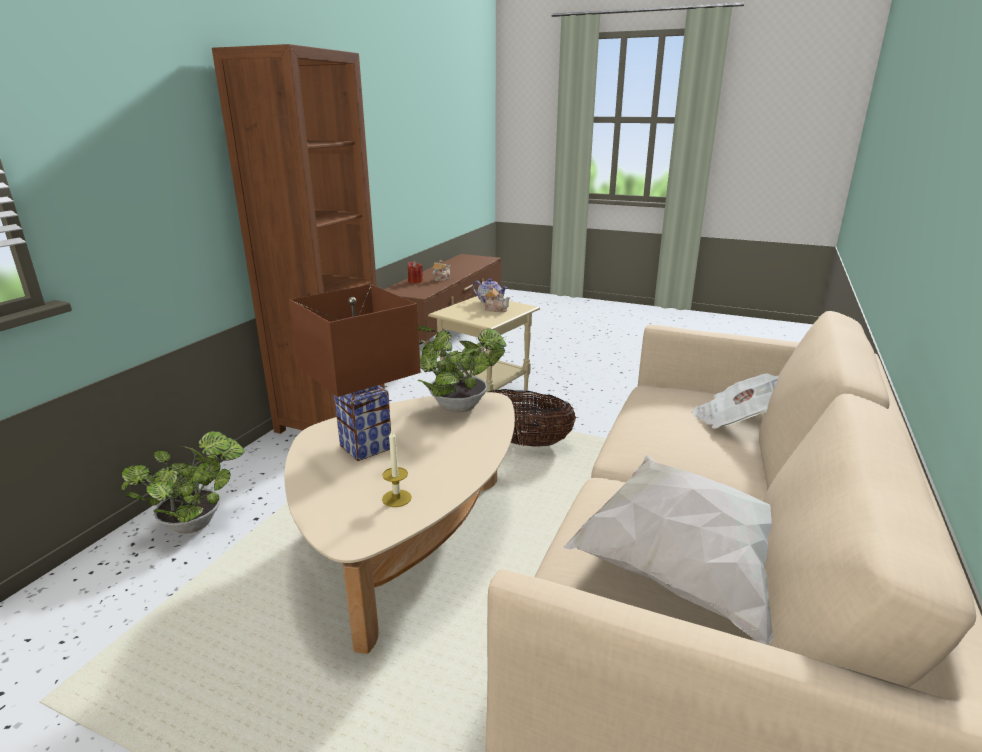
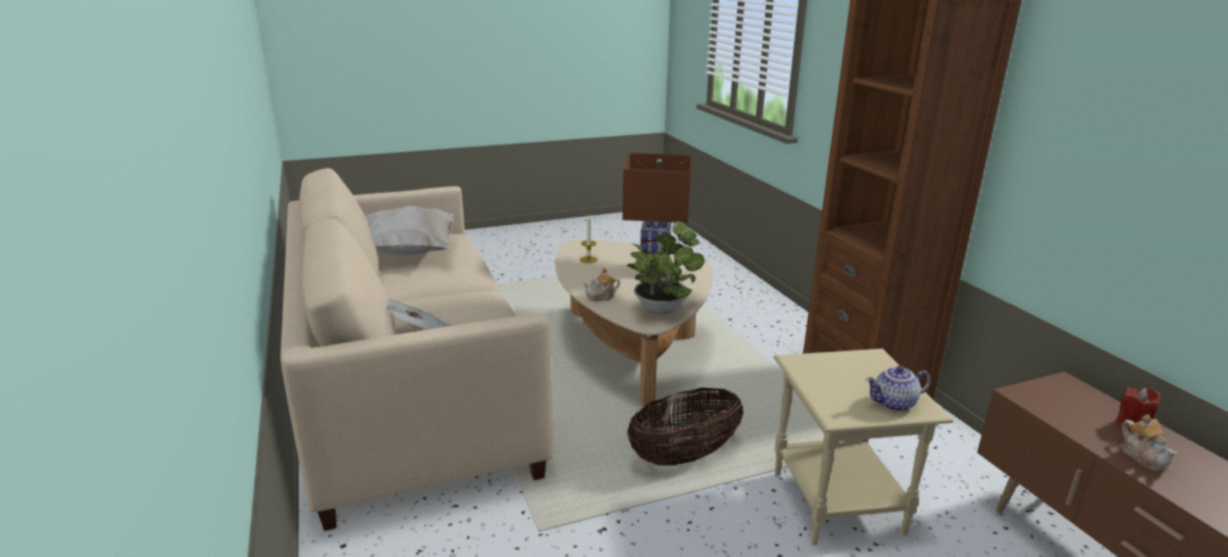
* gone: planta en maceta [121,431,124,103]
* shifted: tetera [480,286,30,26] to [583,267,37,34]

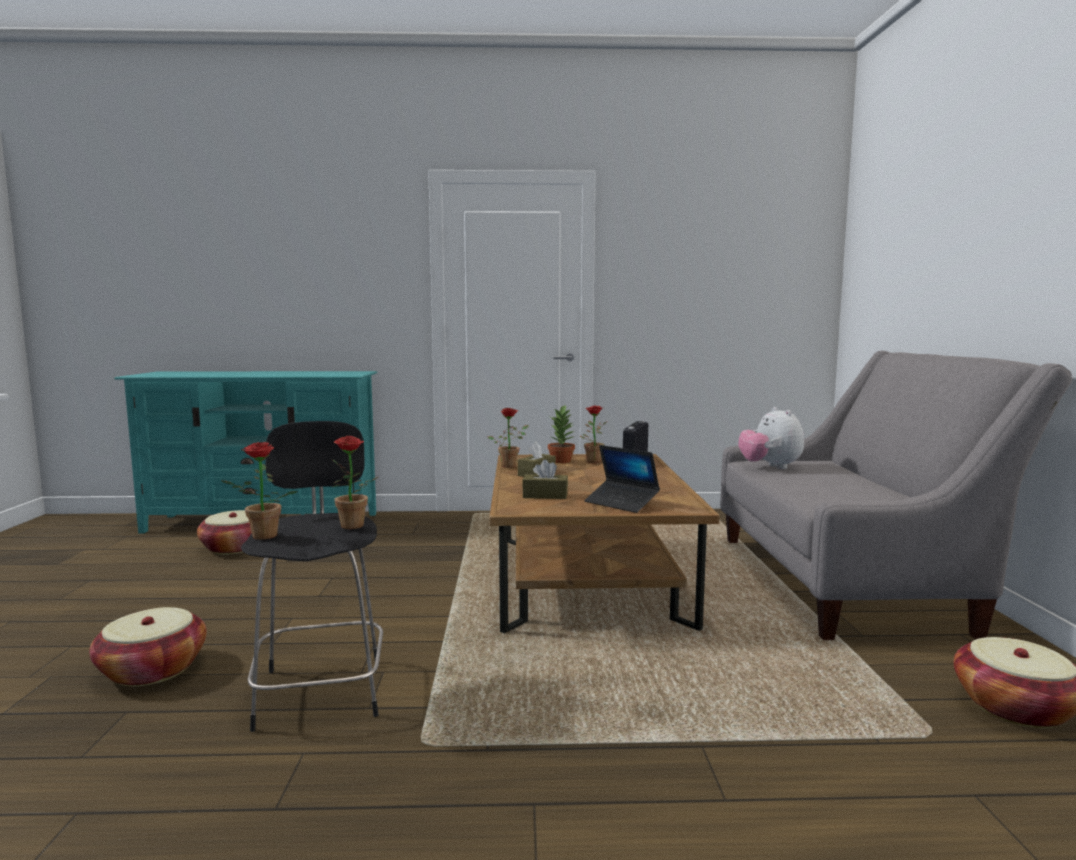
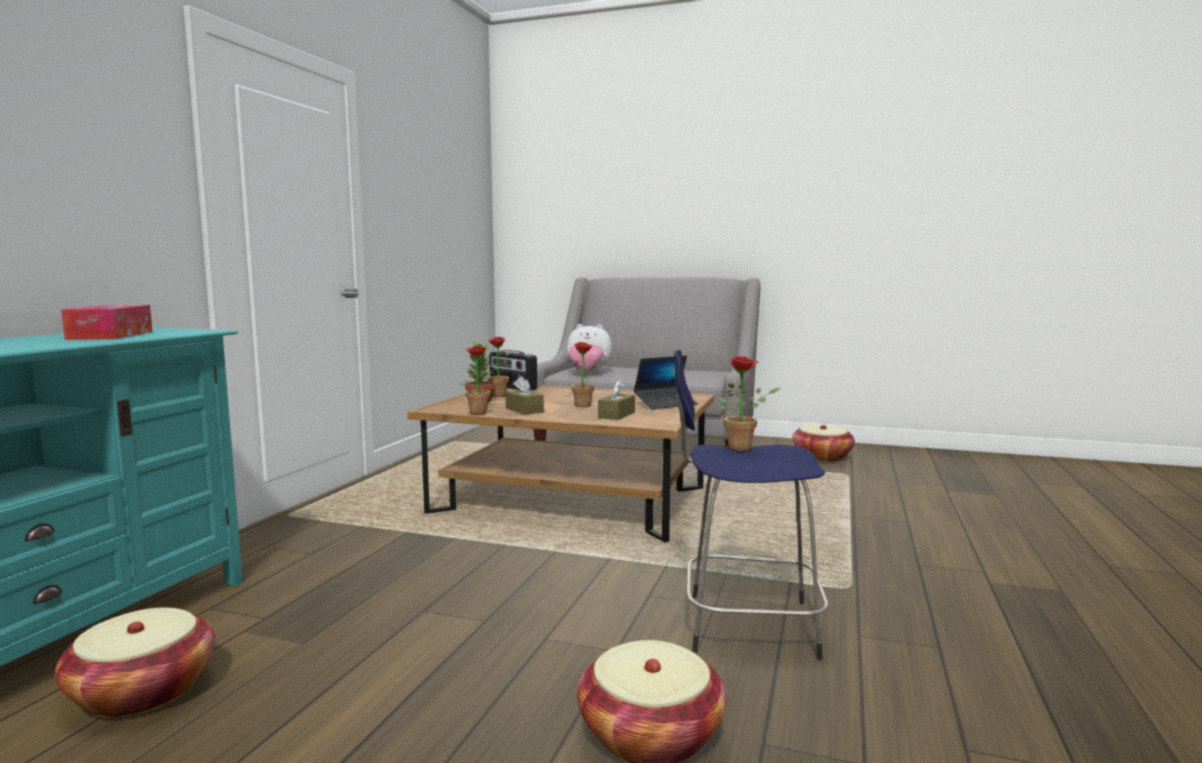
* shifted: planta en maceta [222,442,75,98] to [569,342,27,65]
* repainted: taburete/negro [241,421,142,311] to taburete/azul [674,350,155,311]
* new: caja de pañuelos [61,305,91,35]

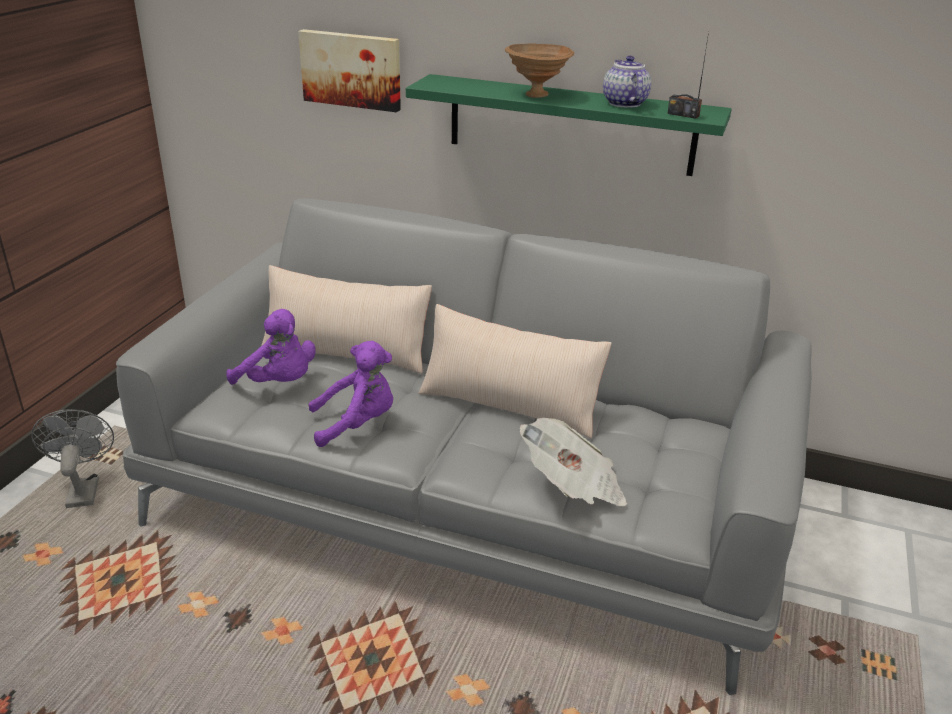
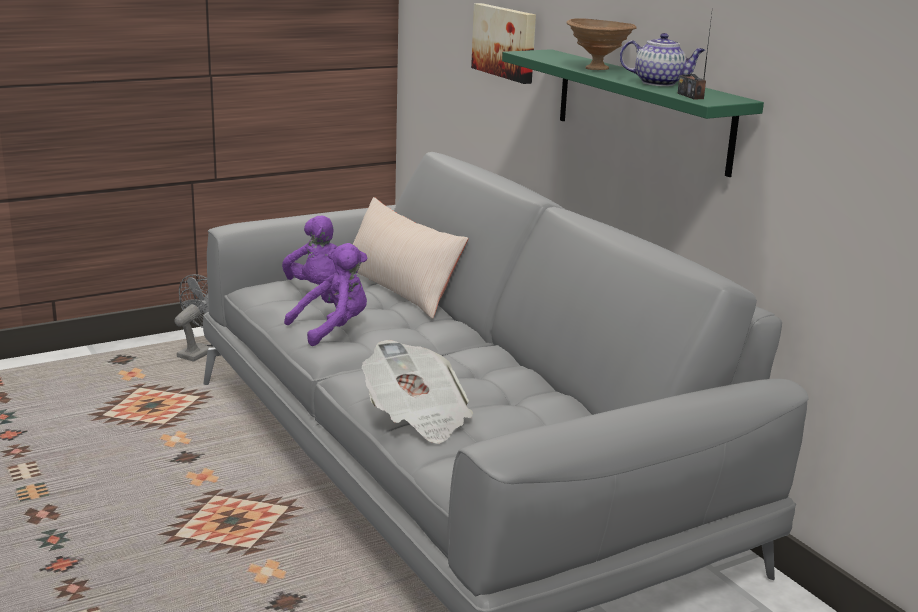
* rotated: peluche/morado [308,341,85,106] = [284,243,83,103] 60 degrees counterclockwise
* gone: cojín/beis [419,304,193,134]
* rotated: tetera [603,56,48,52] = [620,33,85,53] 75 degrees clockwise

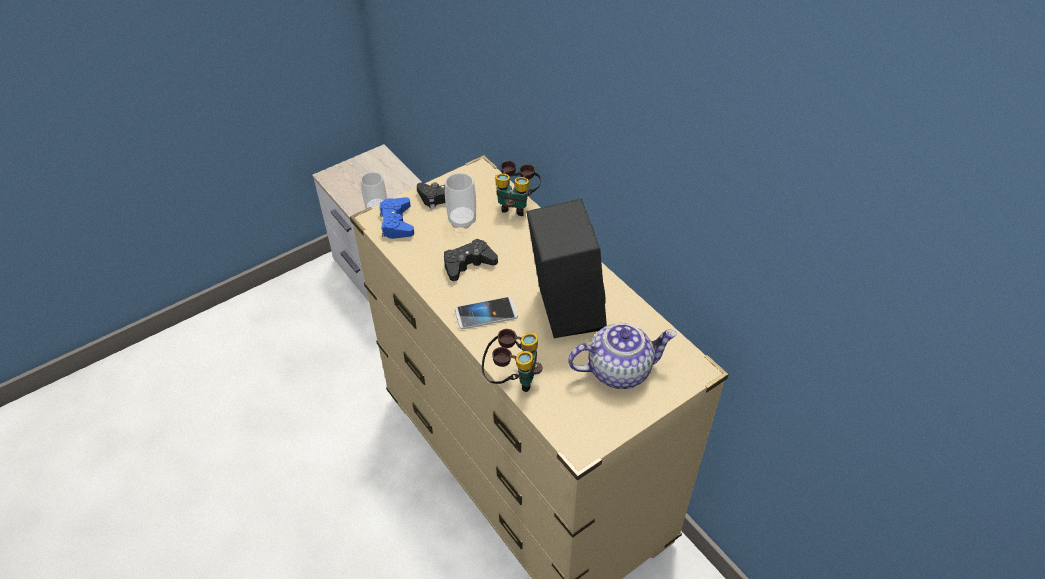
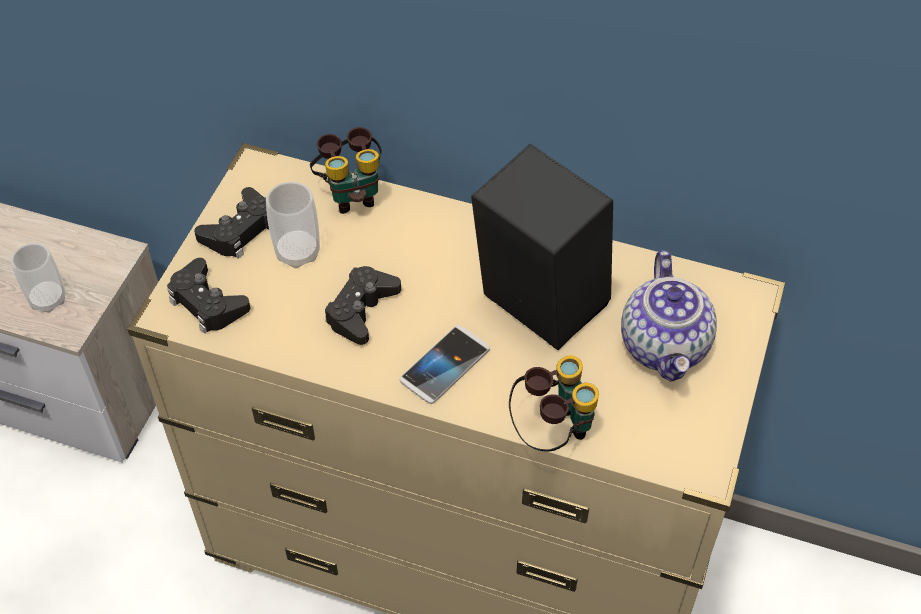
* repainted: mando de consola/azul [379,197,35,42] to mando de consola/negro [167,258,83,76]
* rotated: tetera [568,323,109,66] = [621,251,96,131] 135 degrees clockwise

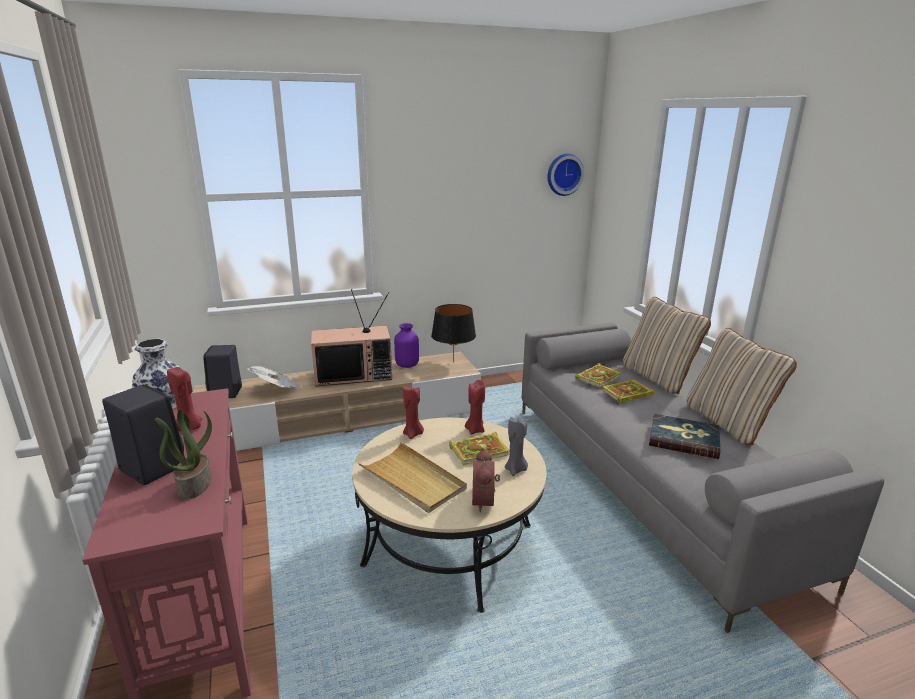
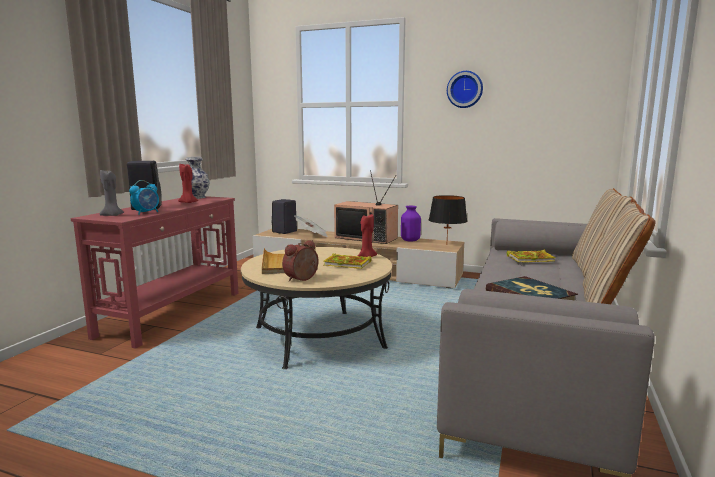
* swapped: planta en maceta [155,409,57,91] to despertador [129,180,30,35]
* gone: vela/rojo [403,386,21,53]
* shifted: vela/gris [505,417,23,59] to [100,168,24,48]
* shifted: reloj de pared [547,153,37,43] to [447,71,36,37]
* gone: libro [602,380,53,23]

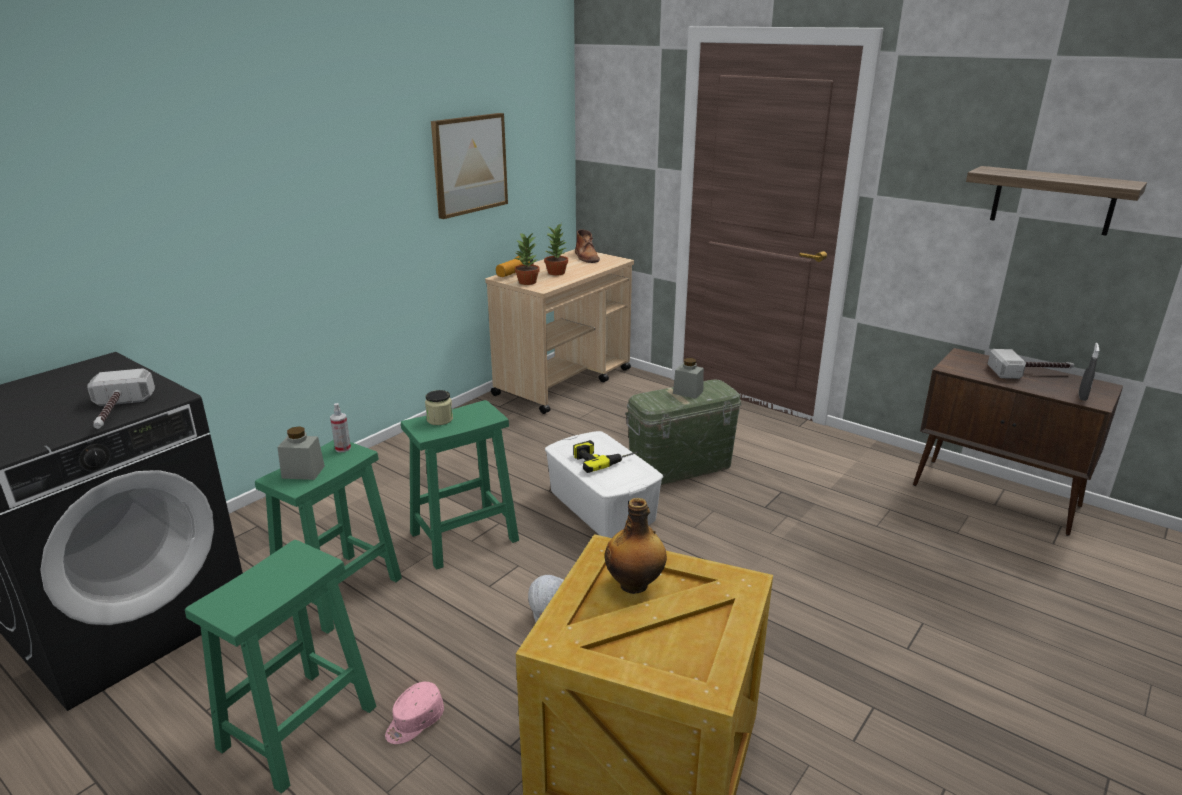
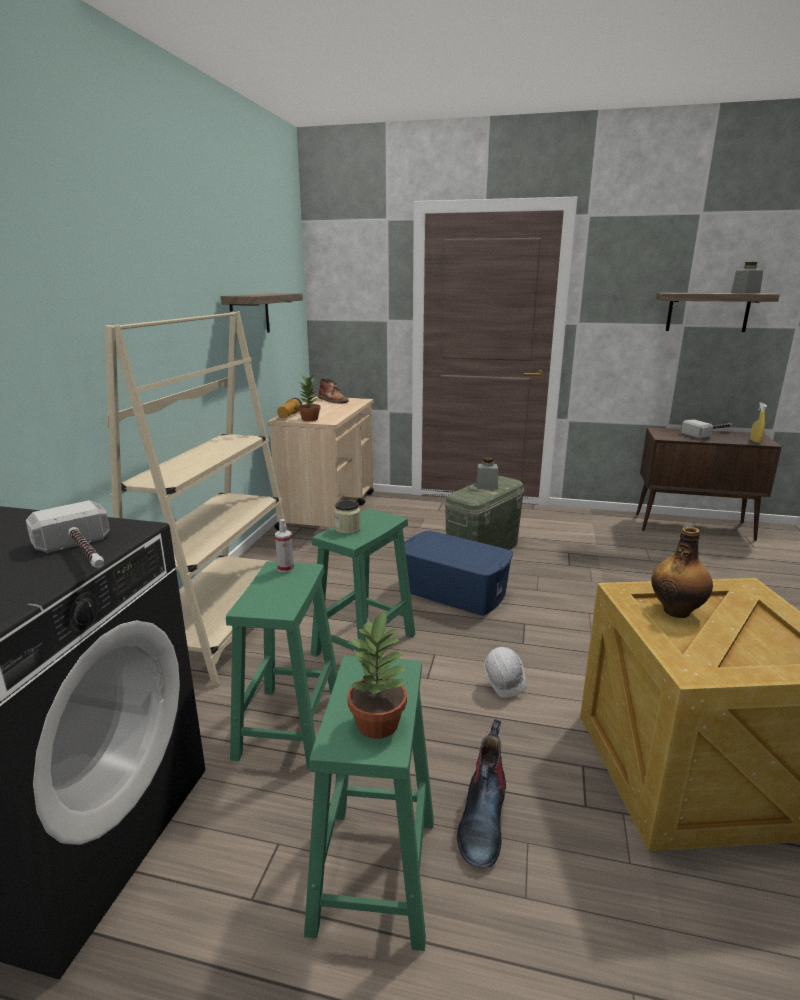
* shifted: tarro/gris [277,426,48,54] to [731,262,32,32]
* swapped: gorra/rosa [385,682,59,62] to bota [457,719,49,149]
* swapped: cuadro [431,113,77,106] to estante [221,293,82,40]
* shifted: planta en maceta [544,223,24,53] to [347,610,61,129]
* repainted: caja de almacenaje/blanco [545,431,118,107] to caja de almacenaje/azul [404,531,109,85]
* gone: taladro [573,440,65,33]
* repainted: pulverizador/gris [1079,343,20,58] to pulverizador/amarillo [750,403,17,40]
* new: estantería/beis [104,311,190,375]

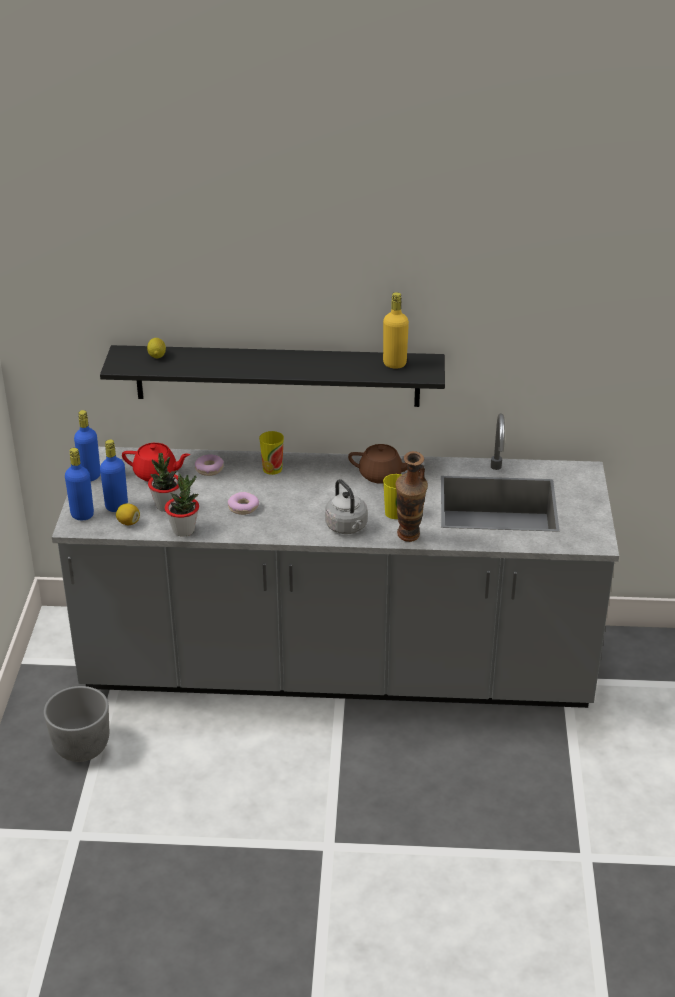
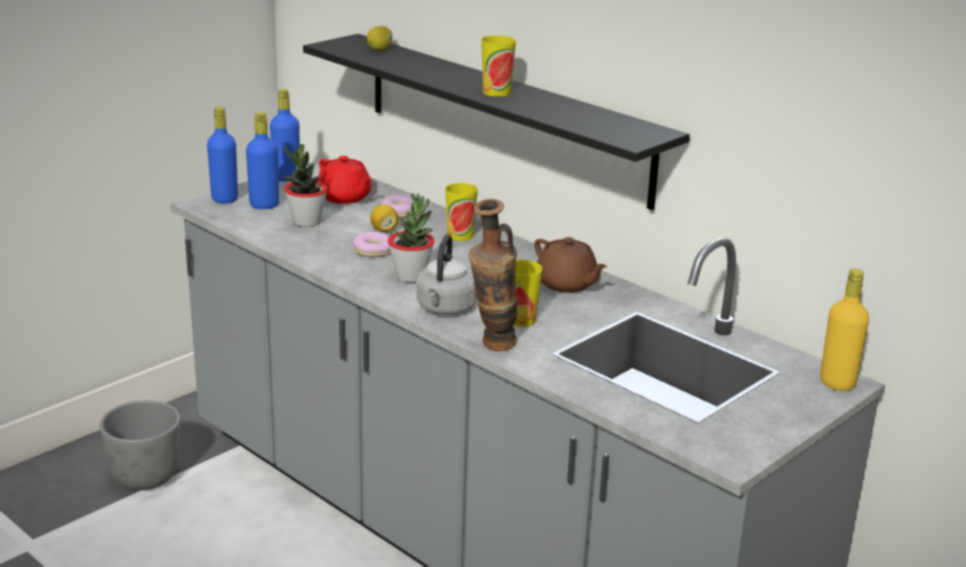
* shifted: limón [116,503,24,22] to [370,205,28,27]
* shifted: planta en maceta [165,474,34,63] to [388,193,47,89]
* shifted: botella/amarillo [383,292,26,77] to [820,269,49,122]
* new: taza [481,35,35,62]

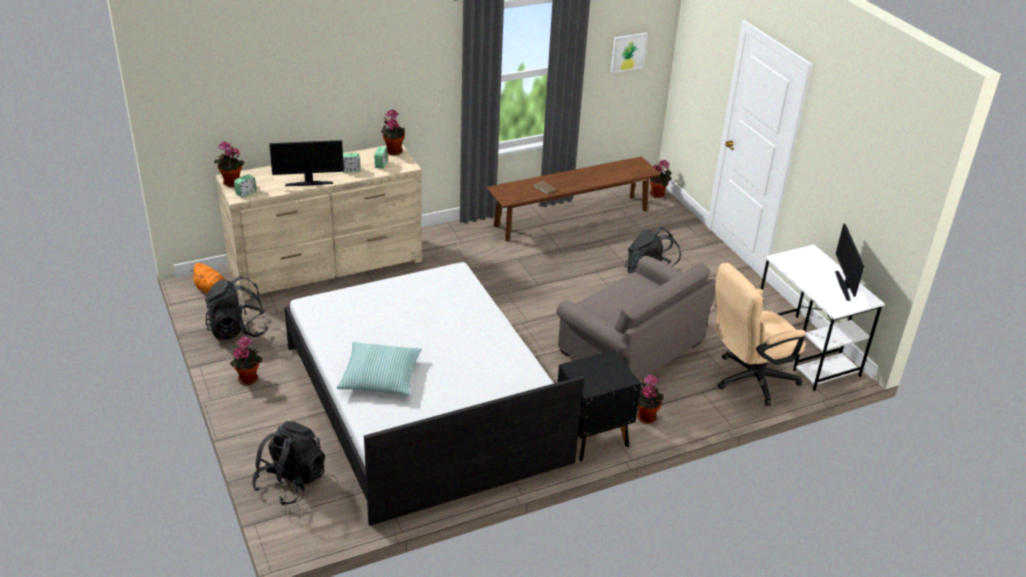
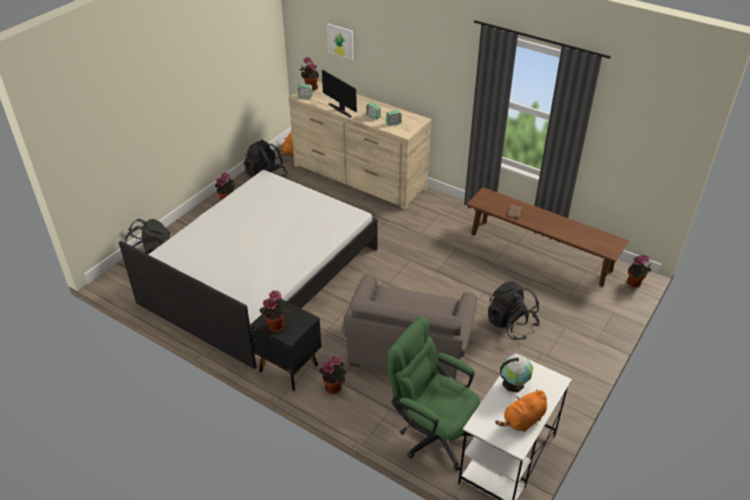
* gone: cojín [337,342,85,53]
* shifted: planta en maceta [381,110,24,46] to [260,290,29,42]
* shifted: cuadro [611,33,37,40] to [327,24,26,36]
* repainted: silla de oficina/beis [715,263,91,143] to silla de oficina/verde [387,316,93,155]
* swapped: monitor [835,224,29,77] to peluche/naranja [495,390,52,42]
* new: globo terráqueo [500,354,33,38]

